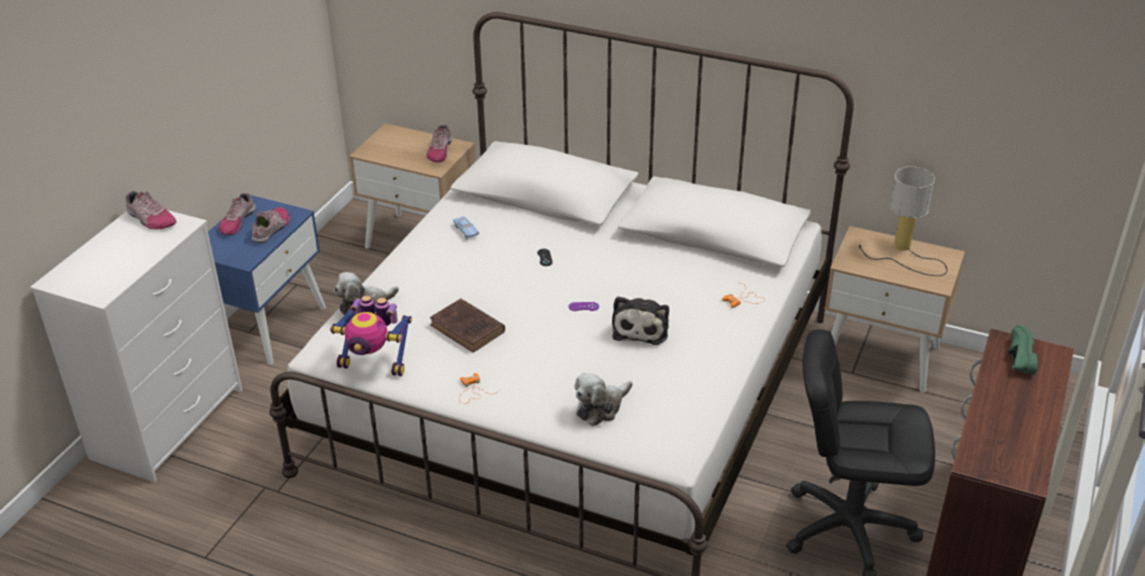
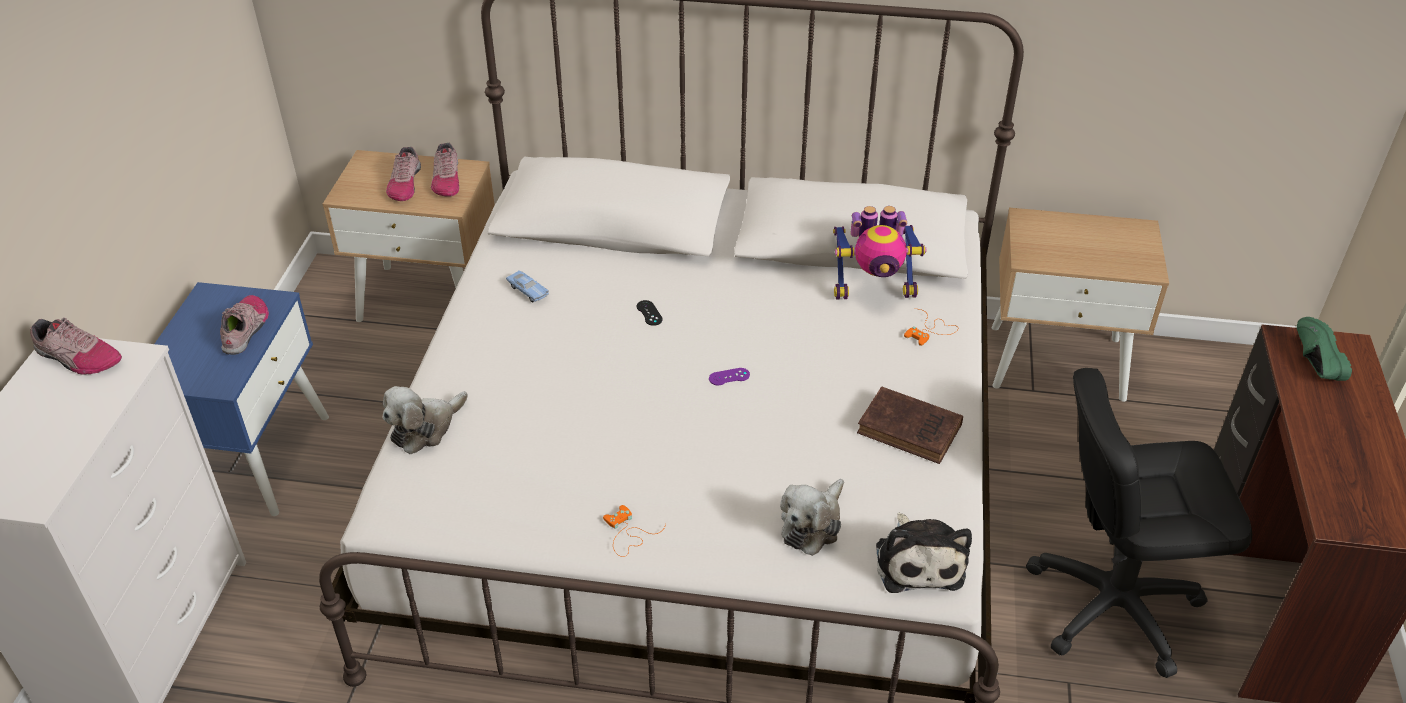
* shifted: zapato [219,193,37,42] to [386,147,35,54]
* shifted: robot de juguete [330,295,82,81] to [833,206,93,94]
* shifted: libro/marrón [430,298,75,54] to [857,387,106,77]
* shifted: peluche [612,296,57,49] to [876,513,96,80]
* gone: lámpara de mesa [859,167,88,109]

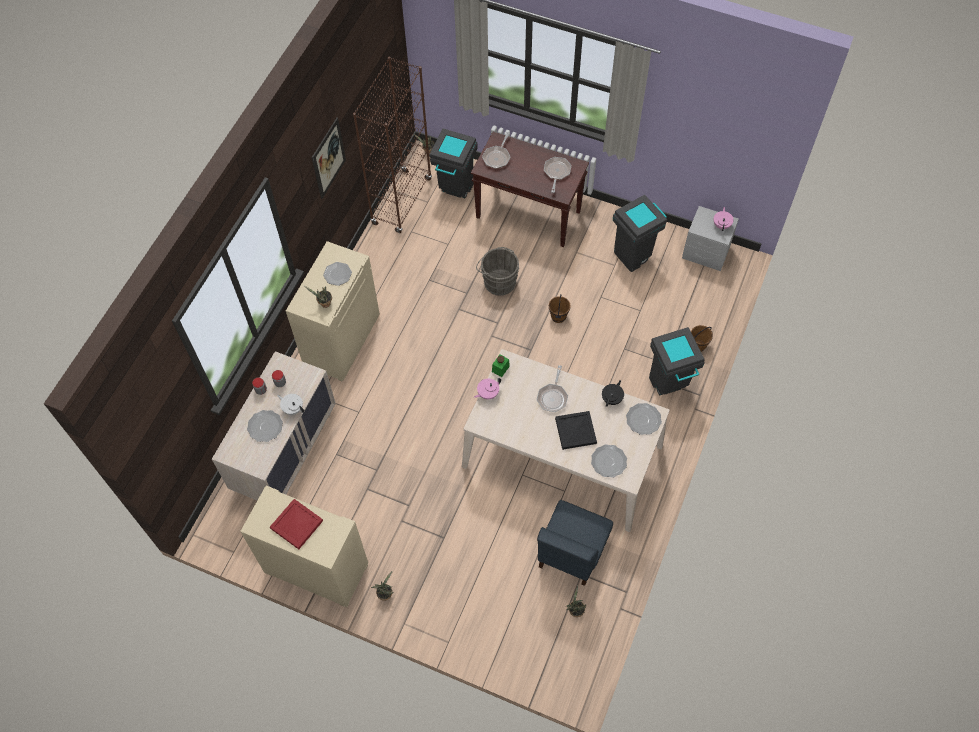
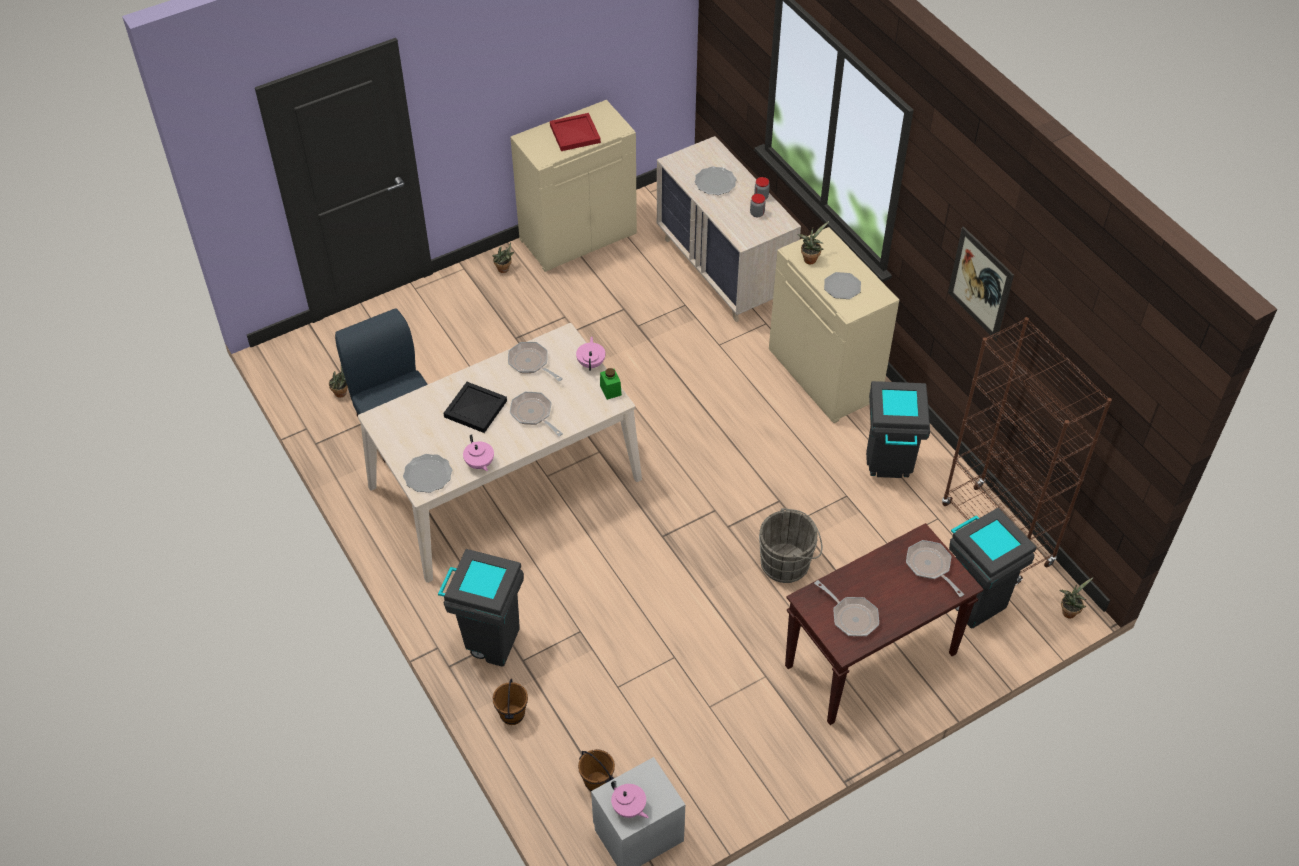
* gone: tetera/blanco [277,394,27,21]
* shifted: cubo/marrón [549,294,22,29] to [578,749,37,42]
* gone: plato [591,444,36,34]
* repainted: tetera/negro [602,380,22,27] to tetera/rosa [463,434,31,37]
* shifted: papelera/gris [613,195,54,77] to [866,381,64,97]
* new: sartén [508,342,55,39]

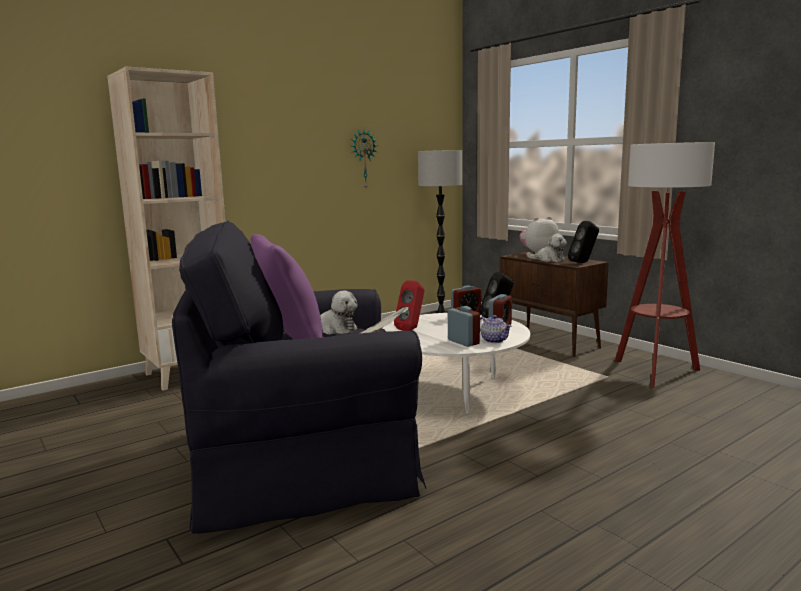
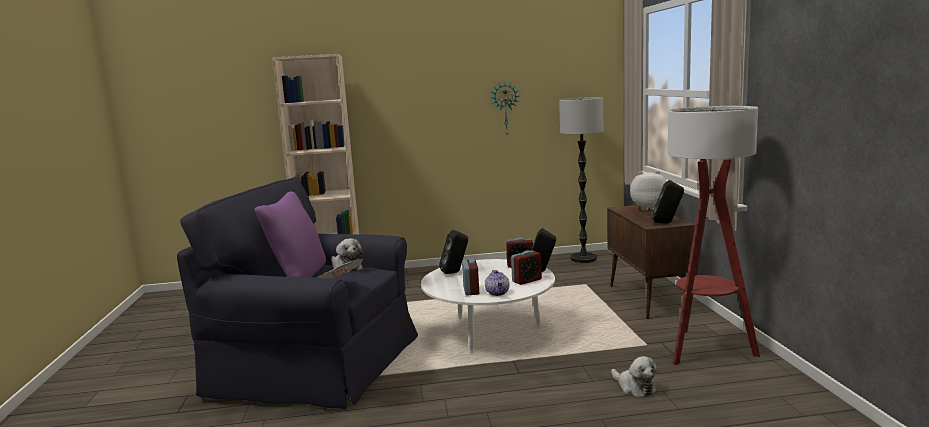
* repainted: altavoz/rojo [394,280,30,51] to altavoz/negro [439,230,29,44]
* shifted: peluche [526,234,41,28] to [611,356,46,41]

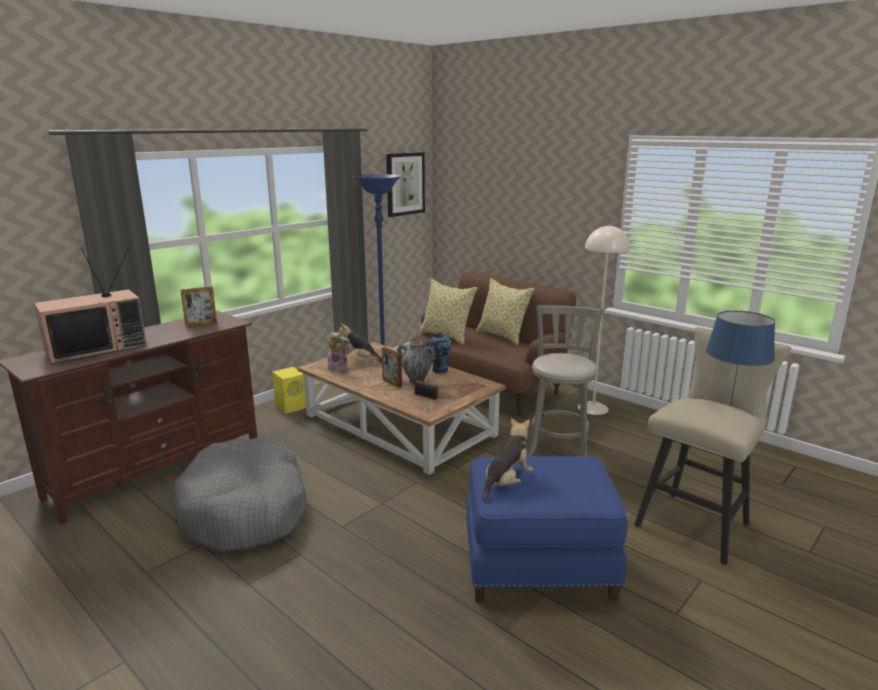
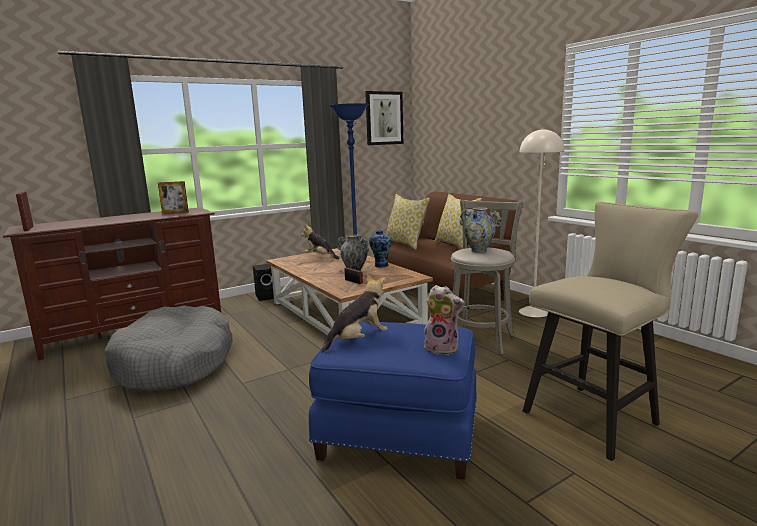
* gone: televisor [34,248,113,116]
* repainted: altavoz/amarillo [272,367,34,46] to altavoz/negro [253,264,21,37]
* shifted: peluche [328,332,22,40] to [424,285,41,70]
* shifted: portarretratos [382,347,20,41] to [16,192,18,39]
* gone: lámpara de mesa/azul [706,311,69,95]
* new: florero [460,207,41,46]

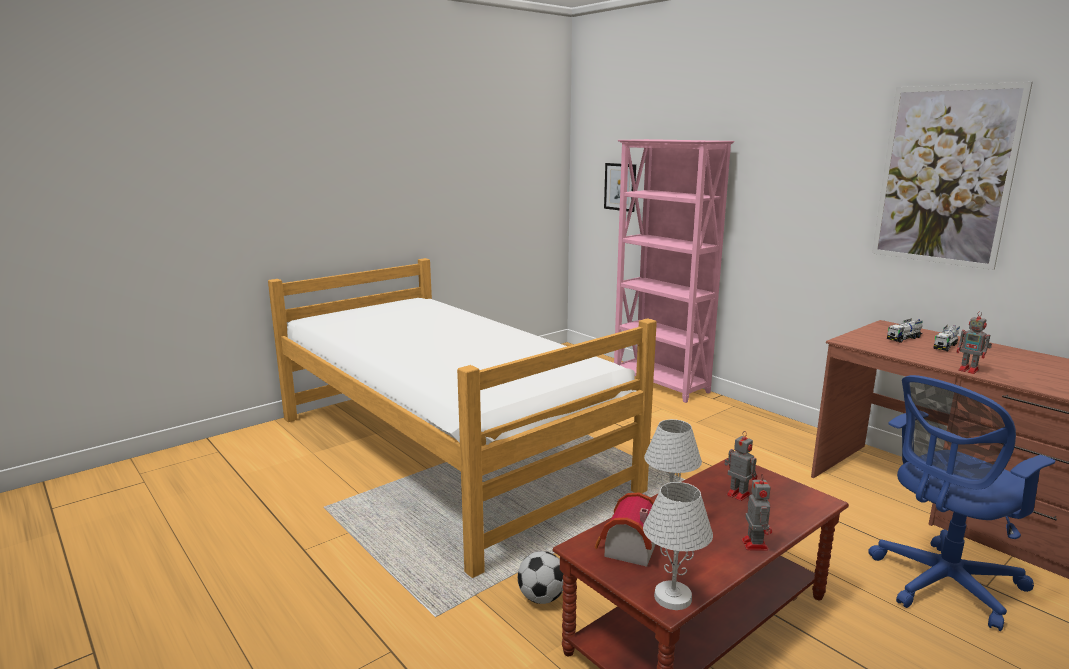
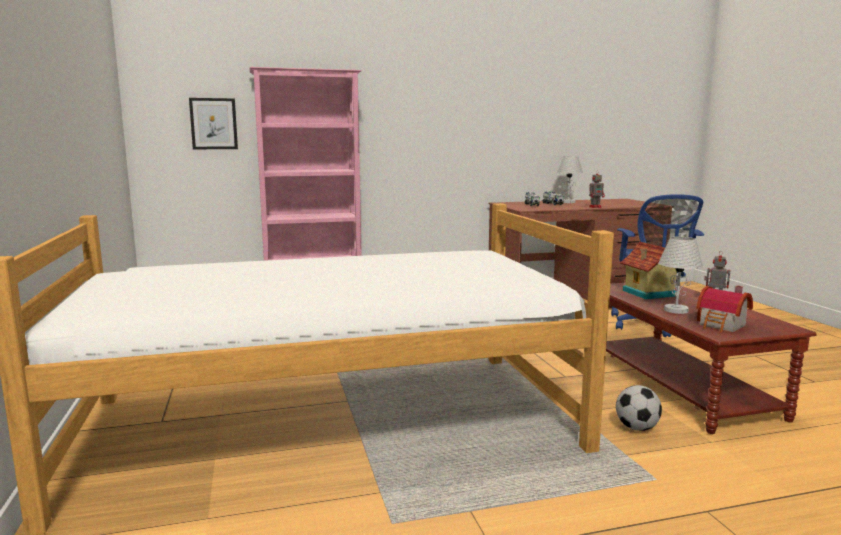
* shifted: lámpara de mesa/blanco [643,482,70,128] to [557,156,26,47]
* swapped: robot de juguete [724,431,33,70] to casita [620,241,57,58]
* gone: cuadro [872,82,161,188]

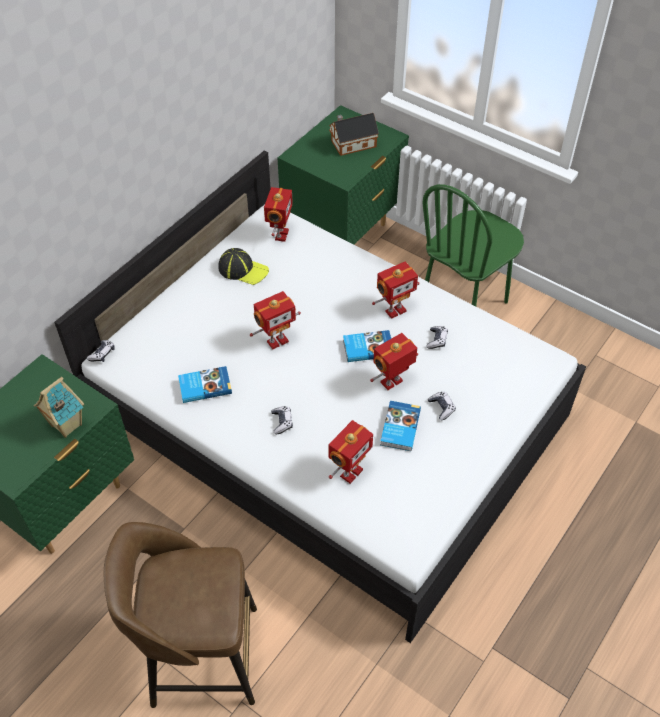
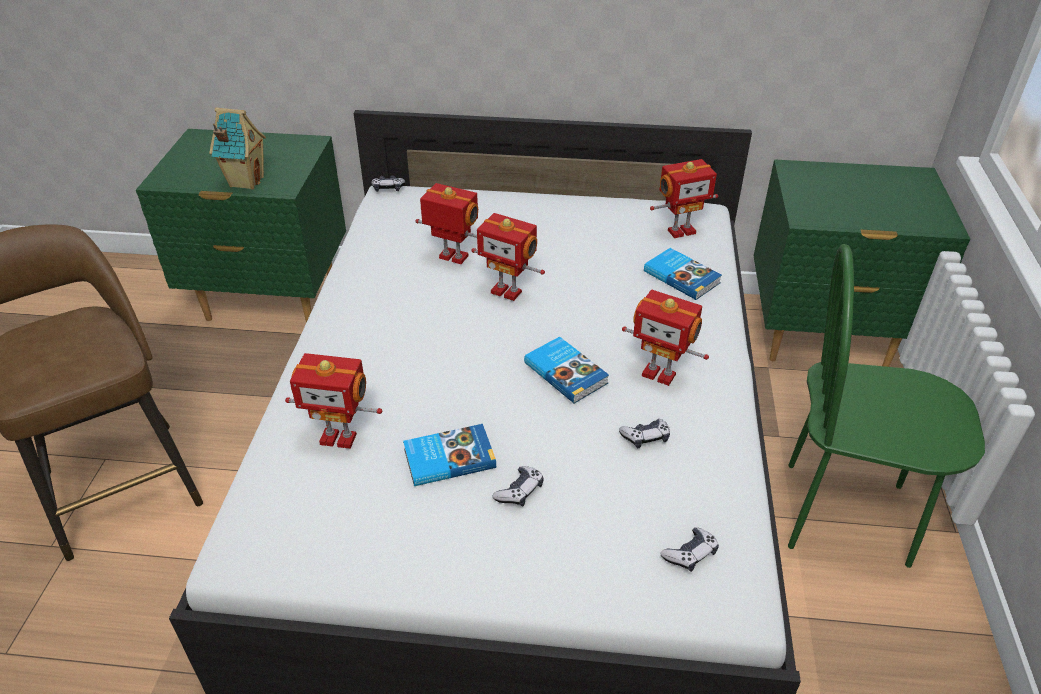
* shifted: libro [178,366,54,37] to [644,248,78,52]
* gone: gorra [218,248,51,37]
* shifted: mando de consola [271,406,22,28] to [660,527,59,45]
* gone: casita [329,113,50,43]
* shifted: robot de juguete [370,333,48,57] to [415,183,63,81]

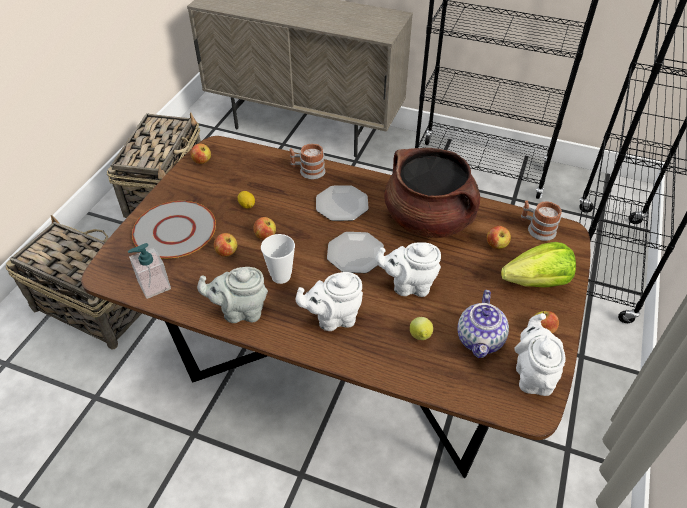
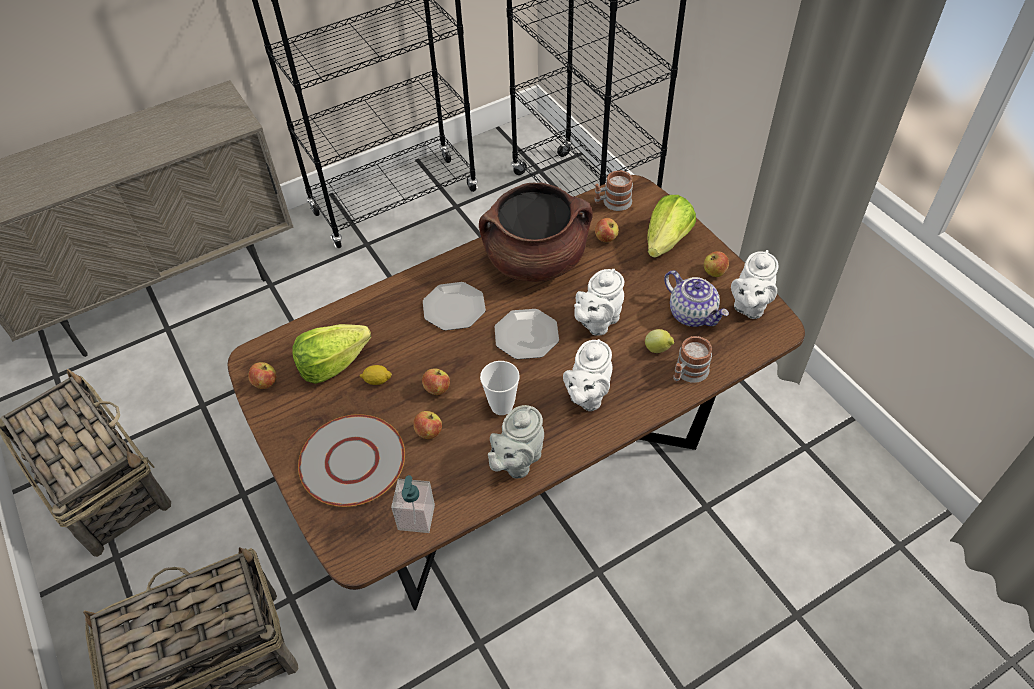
* shifted: taza grande [290,144,36,35] to [673,336,39,47]
* rotated: tetera/blanco [514,313,51,83] = [731,250,47,69] 105 degrees counterclockwise
* new: lechuga [292,324,79,60]

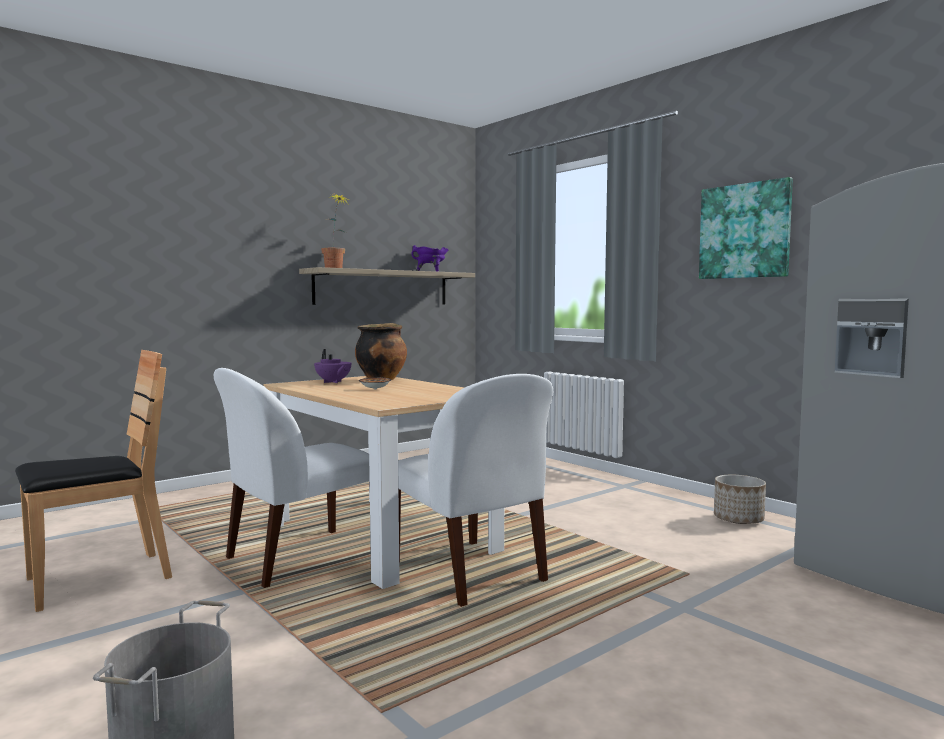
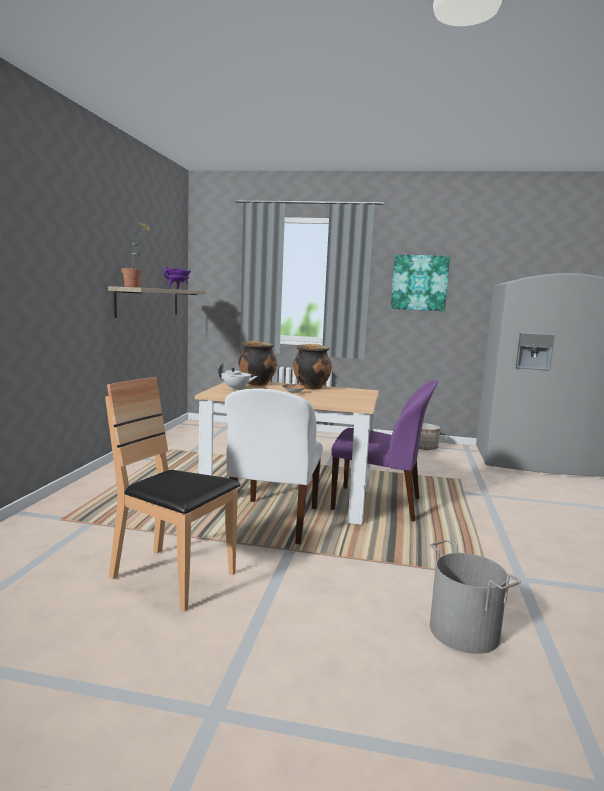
* rotated: silla/marrón [15,350,157,262] = [105,377,135,234] 75 degrees counterclockwise
* repainted: tetera/morado [314,349,37,34] to tetera/blanco [218,364,40,26]
* repainted: silla/blanco [398,374,155,233] to silla/morado [331,380,107,142]
* new: olla [293,344,39,46]

